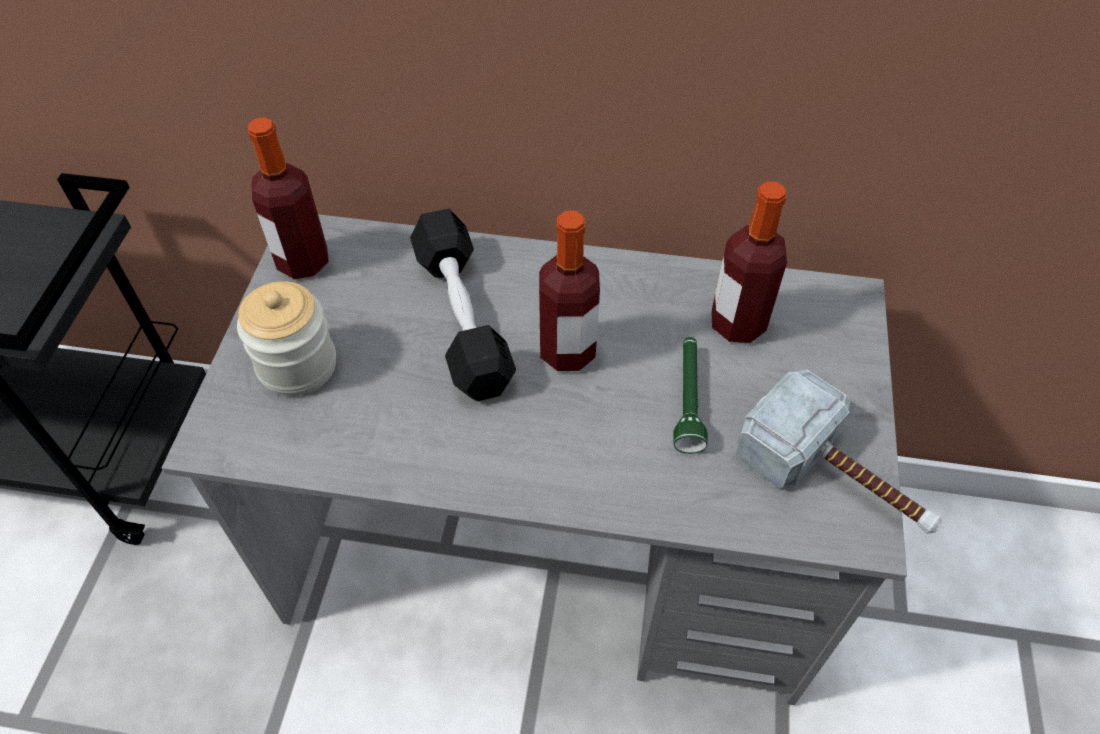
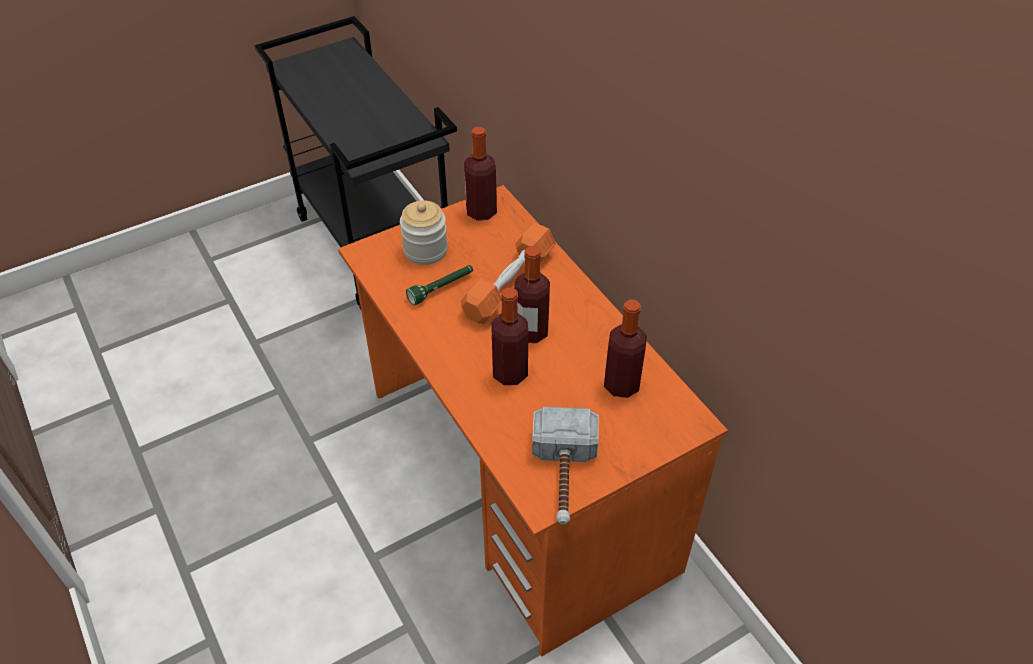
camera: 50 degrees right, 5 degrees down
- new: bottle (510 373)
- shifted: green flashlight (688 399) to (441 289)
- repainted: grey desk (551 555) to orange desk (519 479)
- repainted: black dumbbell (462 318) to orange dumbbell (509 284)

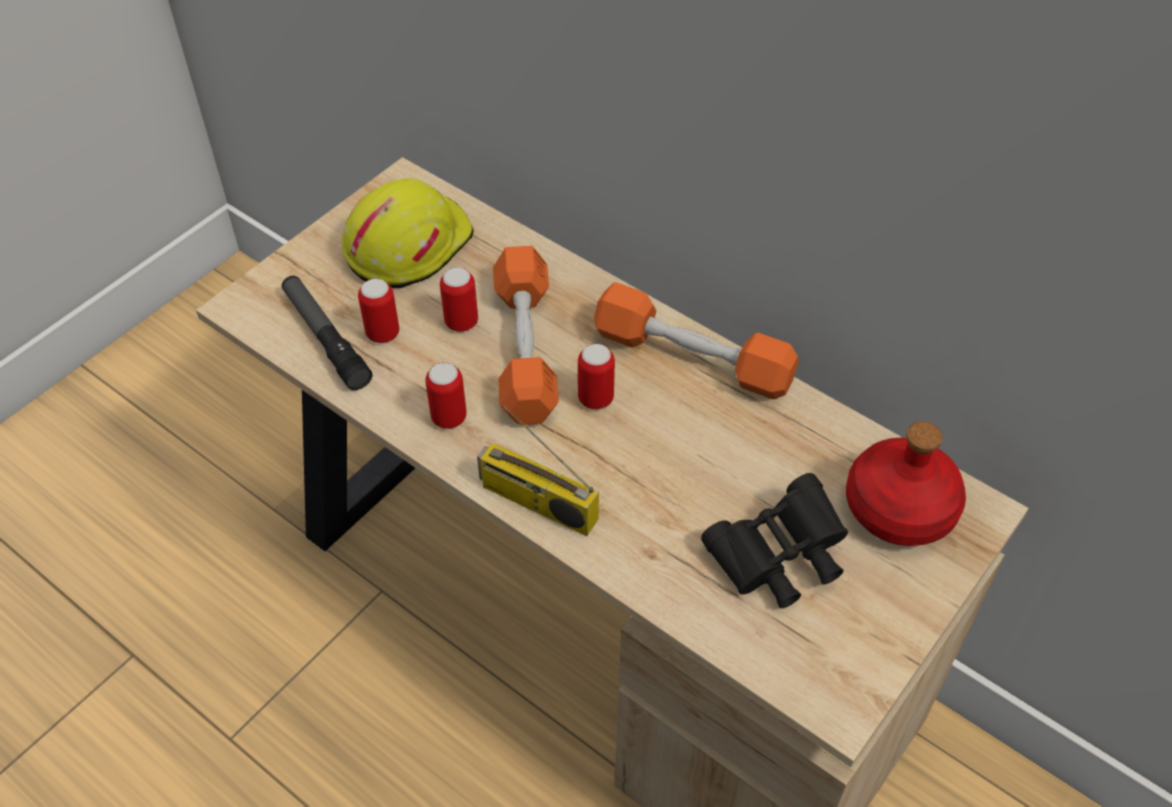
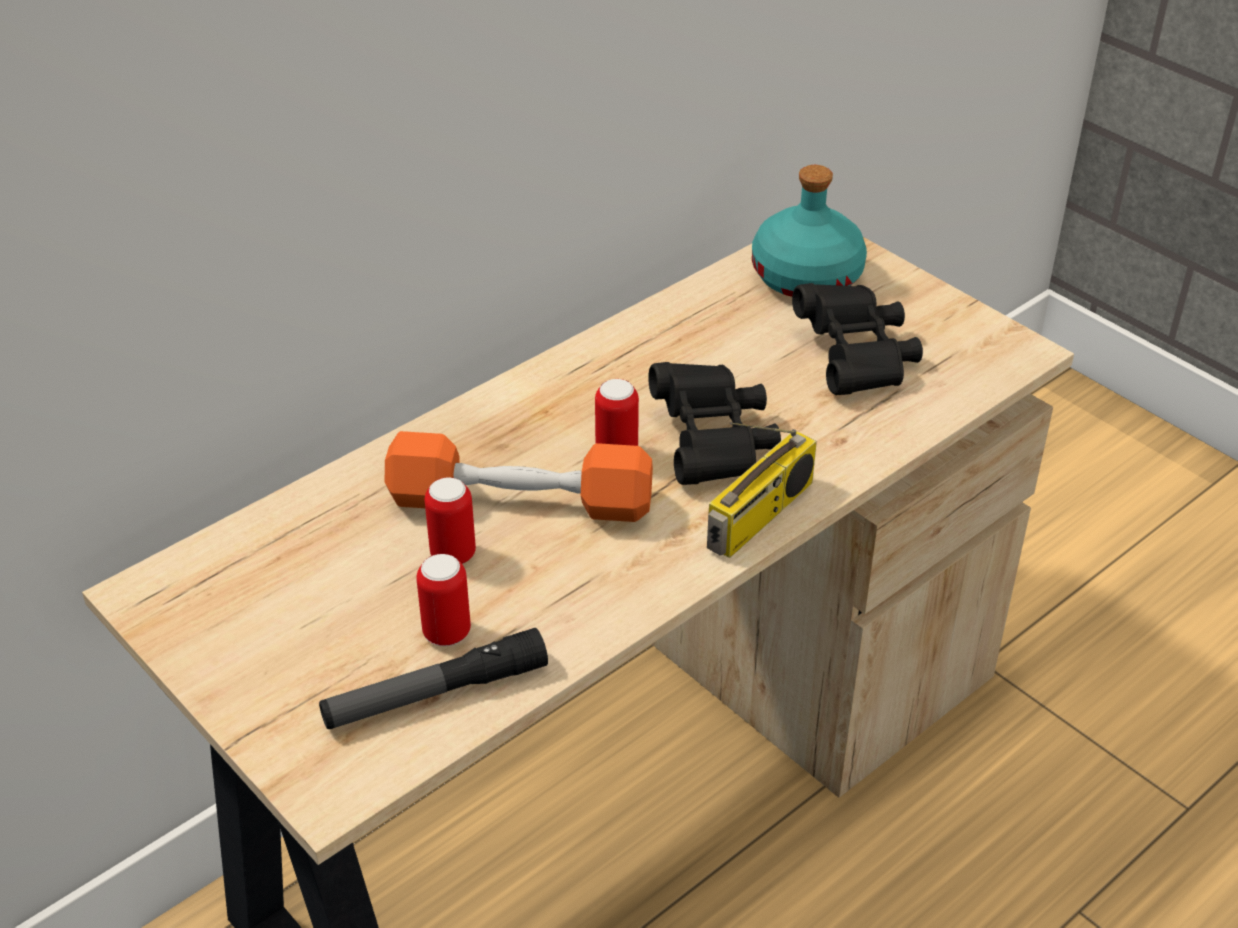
camera: 80 degrees left, 10 degrees down
- gone: yellow hard hat (406 244)
- gone: can (449 418)
- gone: orange dumbbell (692 358)
- new: black binoculars (713 443)
- repainted: red bottle (900 510) to turquoise bottle (808 277)

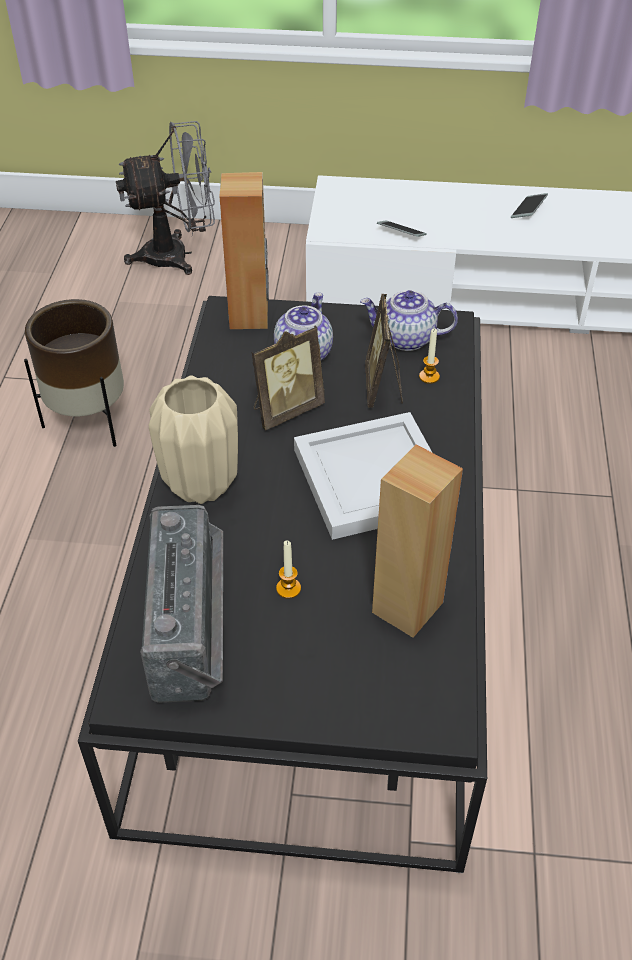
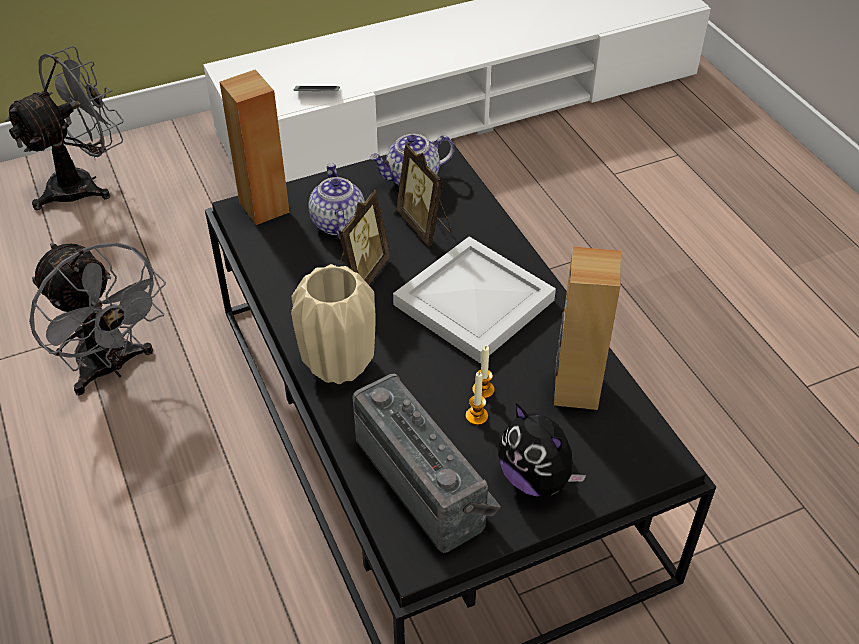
camera: 30 degrees left, 0 degrees up
- gone: phone (528 210)
- new: plush toy (536 478)
- shifted: candle (429 377) to (483 390)
- swapped: brown planter (90 421) to grey fan (111 368)

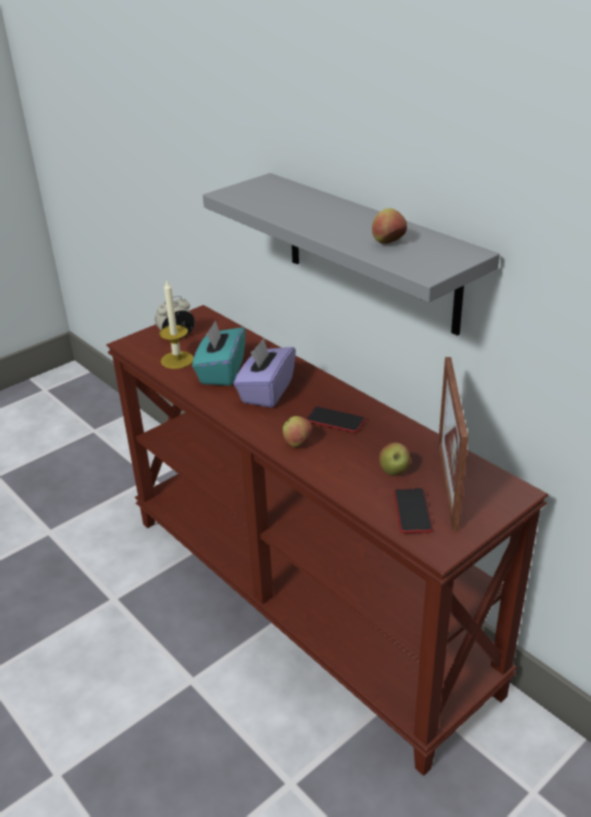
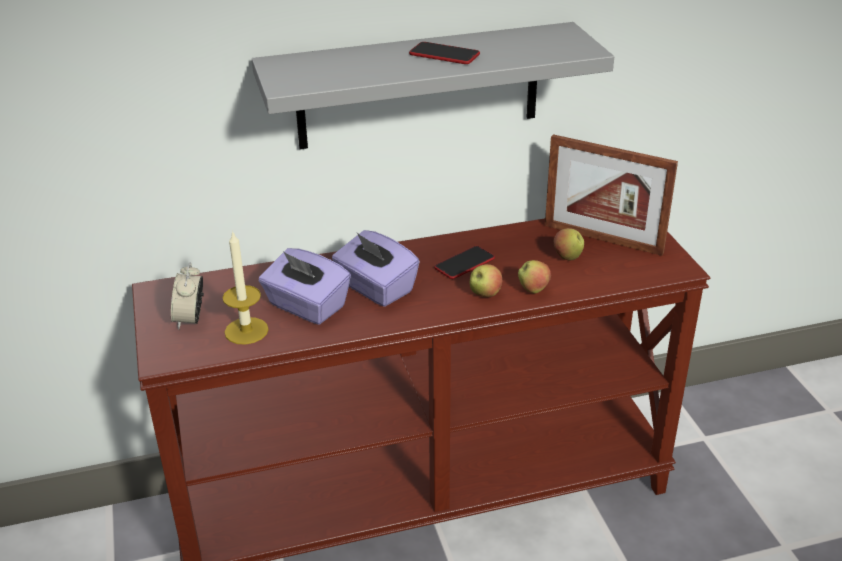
camera: 65 degrees left, 0 degrees up
- shifted: apple (388 243) to (533 290)
- shifted: phone (412 511) to (444 54)
- repainted: turquoise tissue box (221 372) to purple tissue box (306 306)

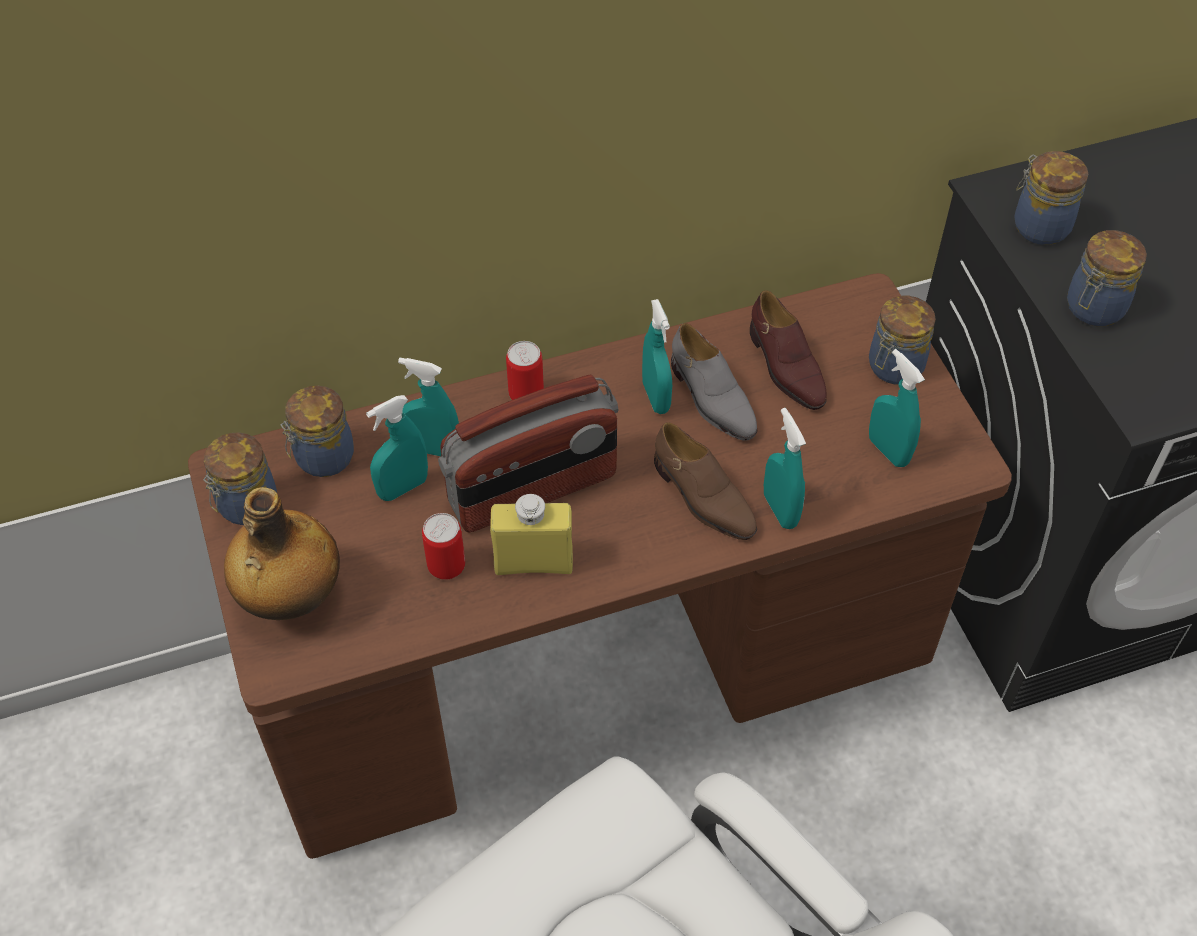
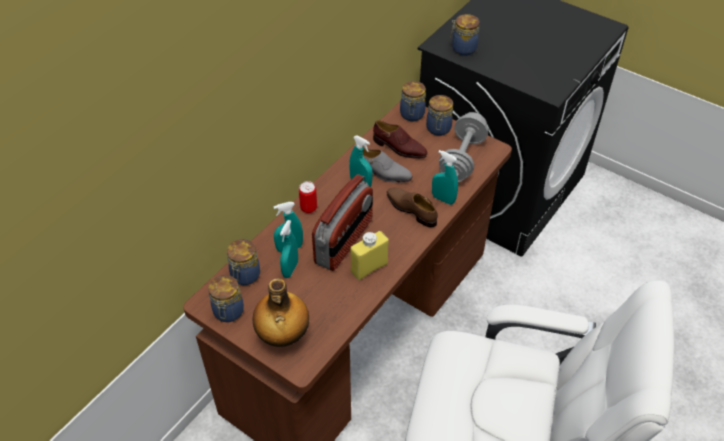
camera: 35 degrees left, 5 degrees down
- gone: can (446 566)
- shifted: jar (1093 309) to (412 115)
- swapped: turquoise spray bottle (888 450) to grey dumbbell (462 159)
- rotated: brown shoe (703 497) = (411 210) 150 degrees counterclockwise

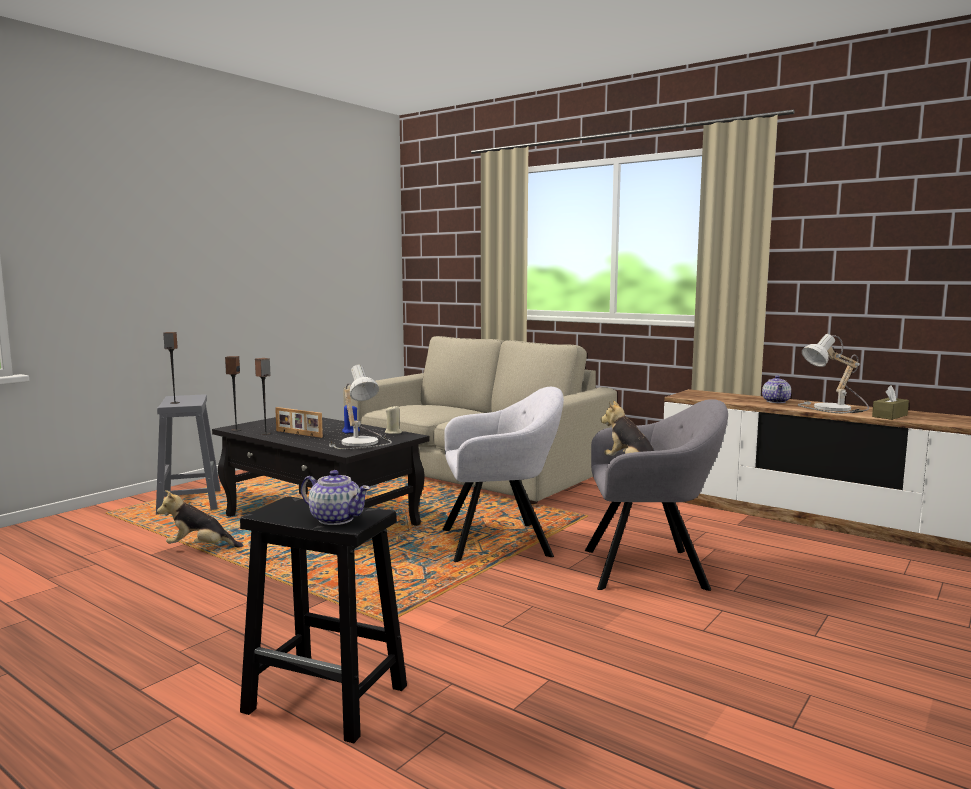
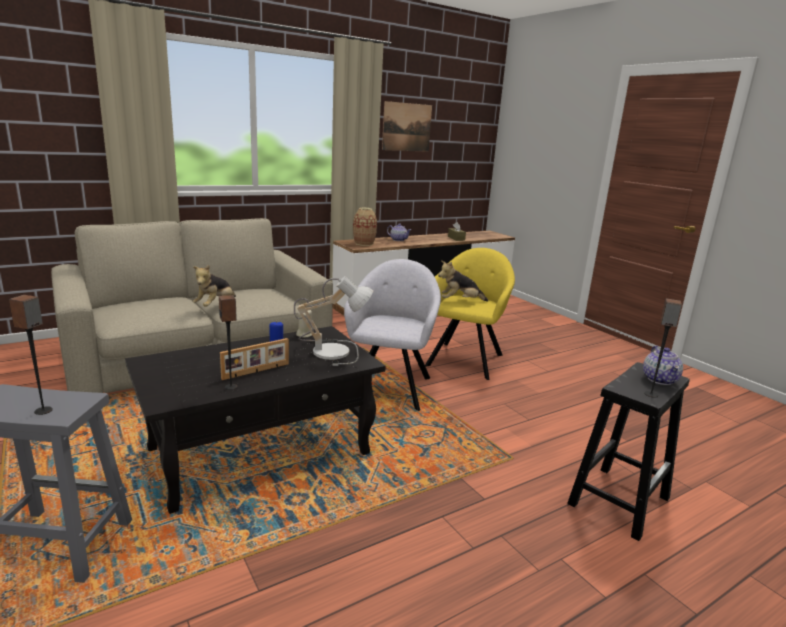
camera: 70 degrees left, 10 degrees up
- gone: table lamp (833 408)
- new: vase (364 243)
- new: picture (407 127)
- shifted: plush toy (200 548) to (215 305)
- shifted: speaker (236 430) to (651 394)
- repainted: grey armchair (650 568) to yellow armchair (466 358)
- rotated: teapot (336 519) = (660 379) 135 degrees clockwise

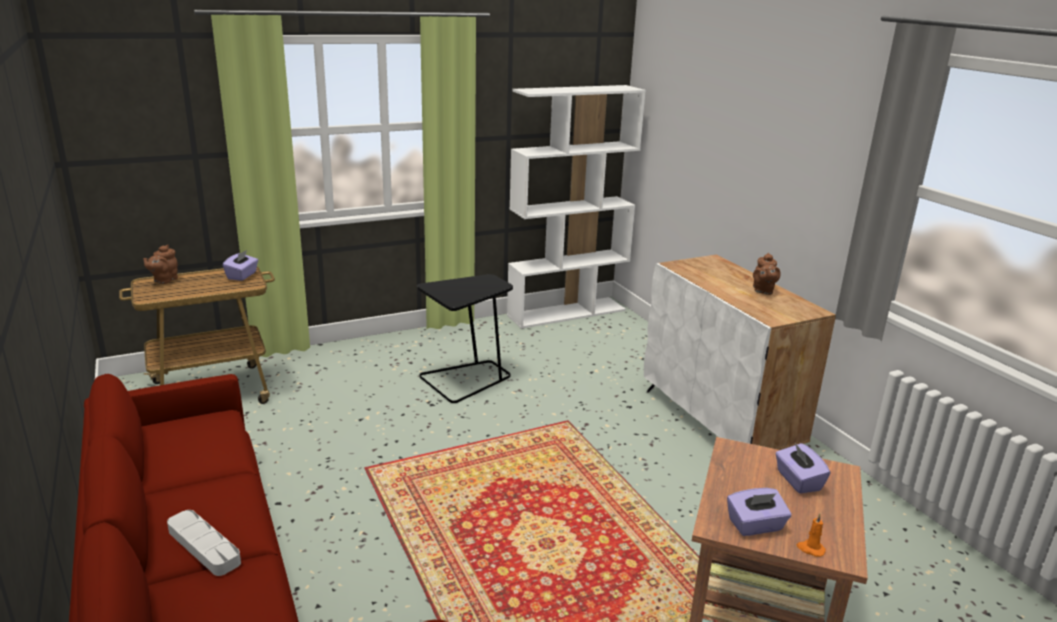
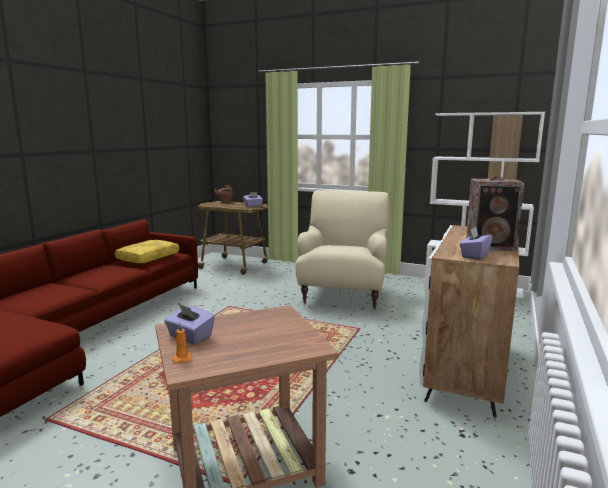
camera: 50 degrees right, 10 degrees down
- gone: grey tray (204 546)
- new: yellow pillow (148 257)
- shifted: purple tissue box (798 481) to (474 255)
- swapped: black side table (466 380) to beige armchair (344 295)
- swapped: brown teapot (763 291) to speaker (492 246)

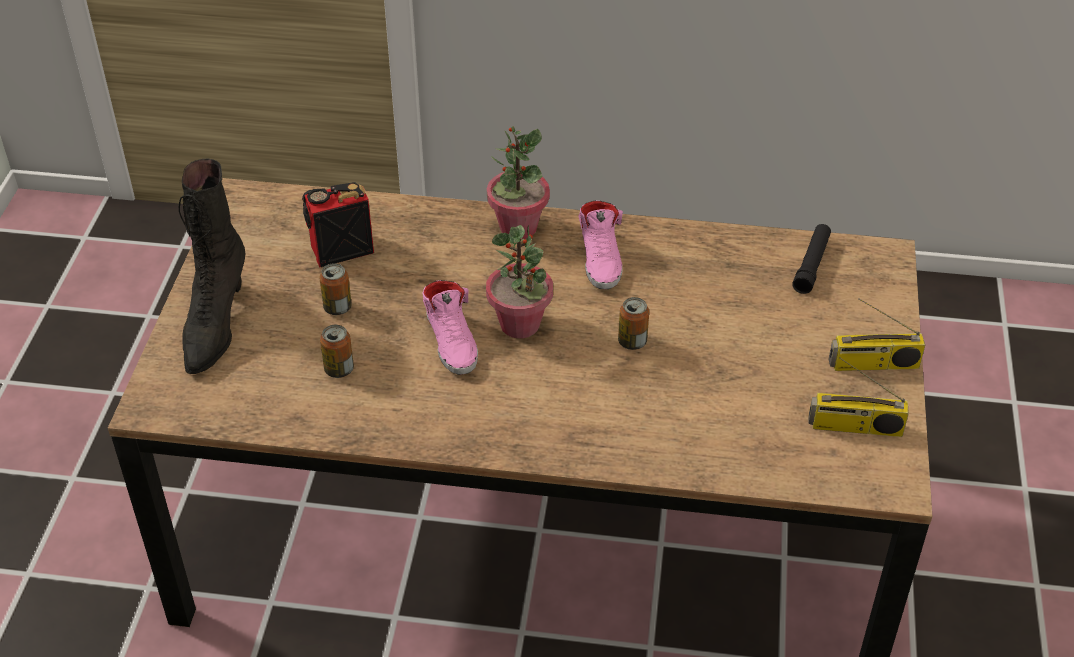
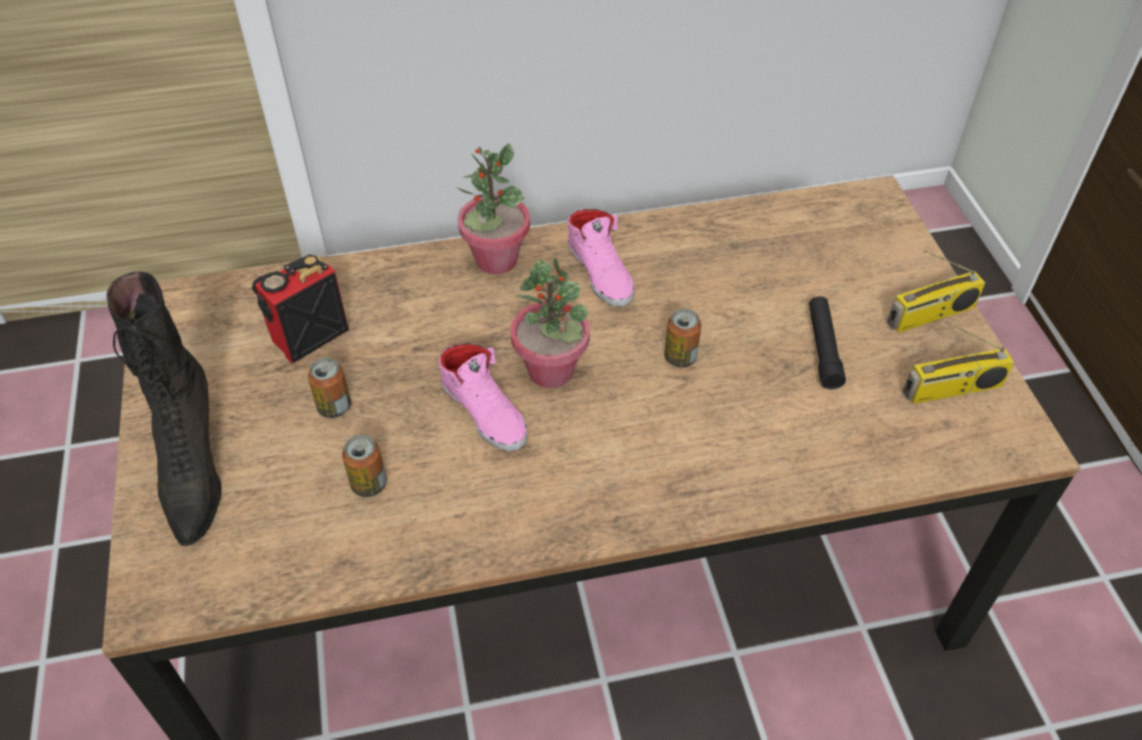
camera: 20 degrees left, 5 degrees up
- shifted: black flashlight (811 264) to (823 348)

